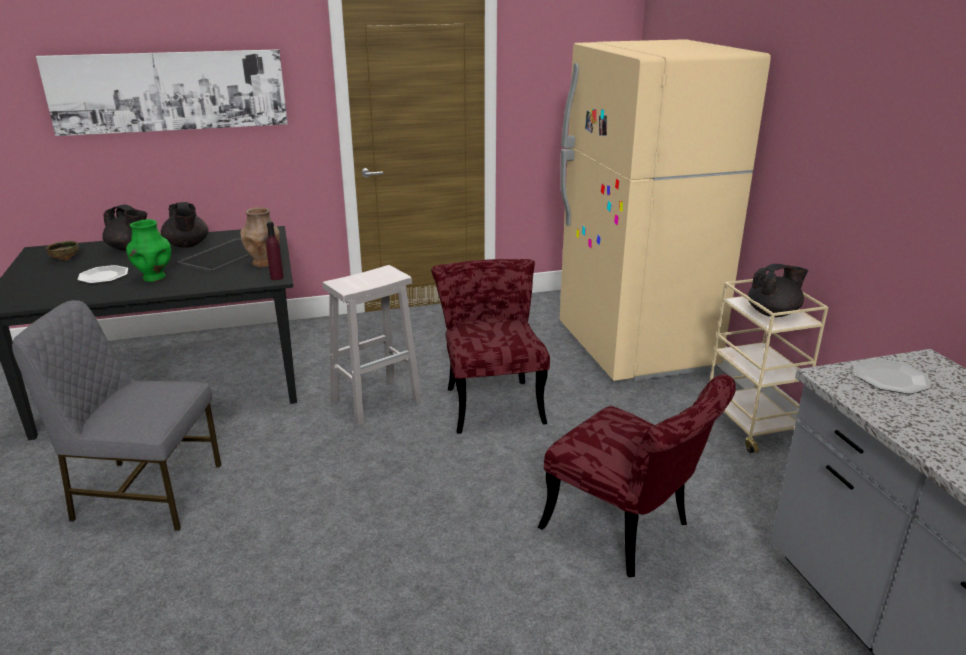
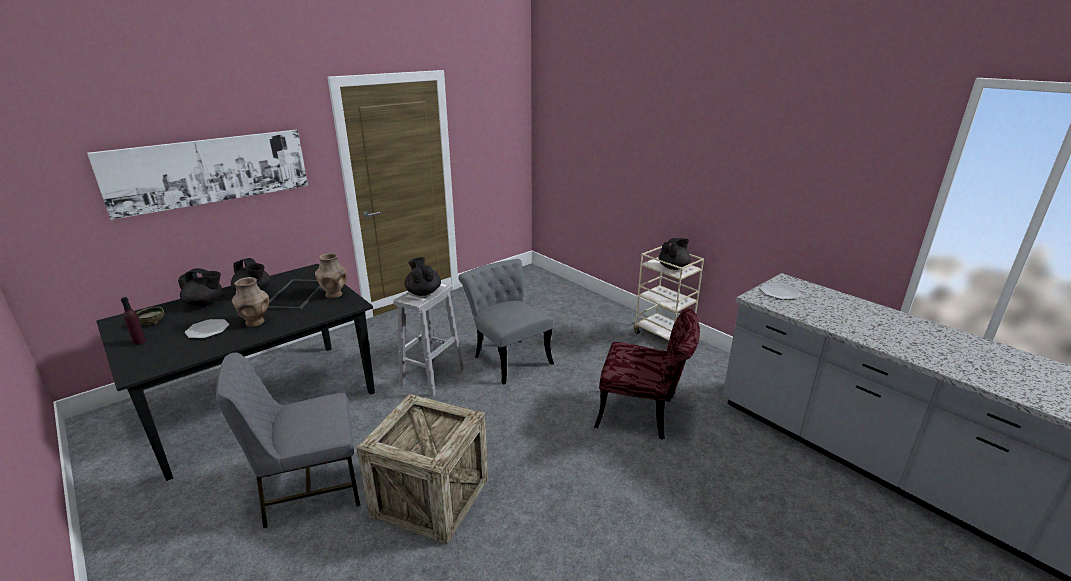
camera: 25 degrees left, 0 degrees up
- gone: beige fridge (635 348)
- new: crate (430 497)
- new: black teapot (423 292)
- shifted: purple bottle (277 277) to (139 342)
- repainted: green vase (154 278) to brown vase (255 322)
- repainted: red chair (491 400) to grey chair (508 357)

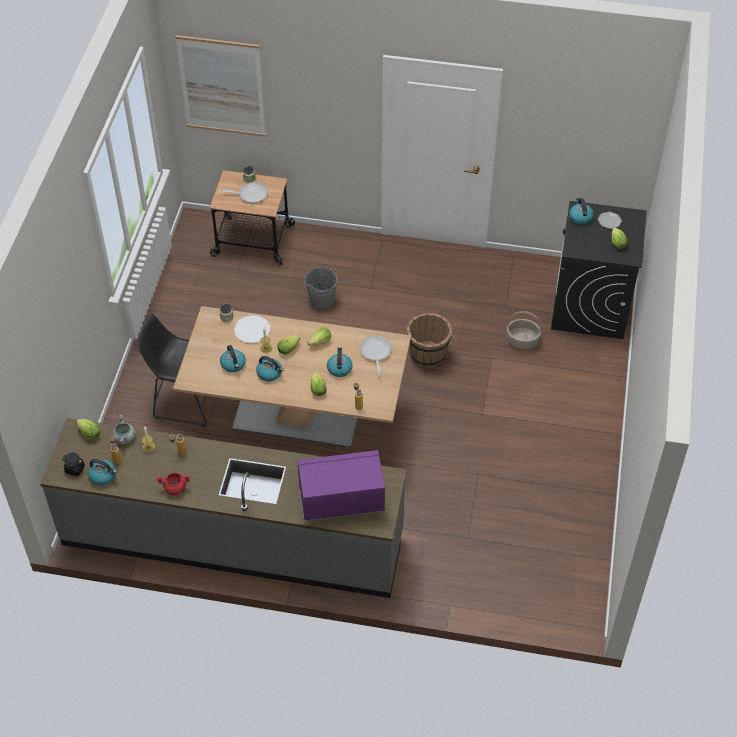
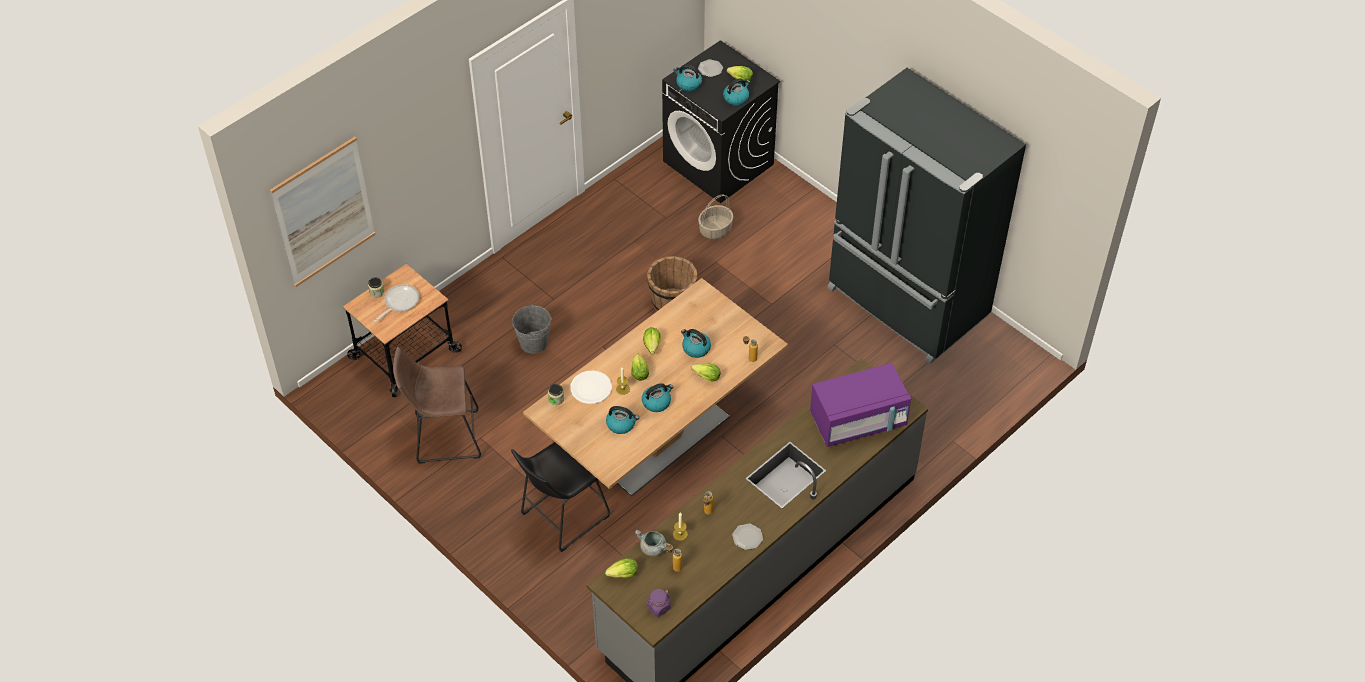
camera: 55 degrees left, 0 degrees up
- gone: frying pan (375 353)
- new: brown stool (443 436)
- new: black fridge (906 303)
- shifted: kettle (103 476) to (736 98)
- swapped: red cooking pot (175 488) to plate (747 537)
- repainted: black jar (74 469) to purple jar (658 607)
- rotated: purple microwave (341 499) = (858 421) 135 degrees counterclockwise

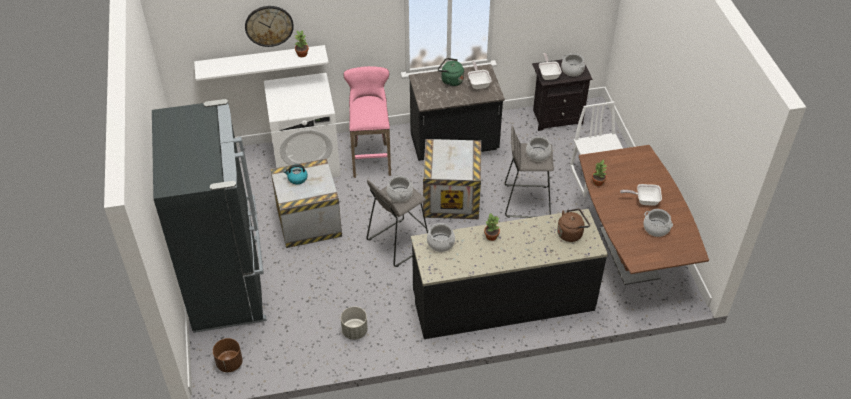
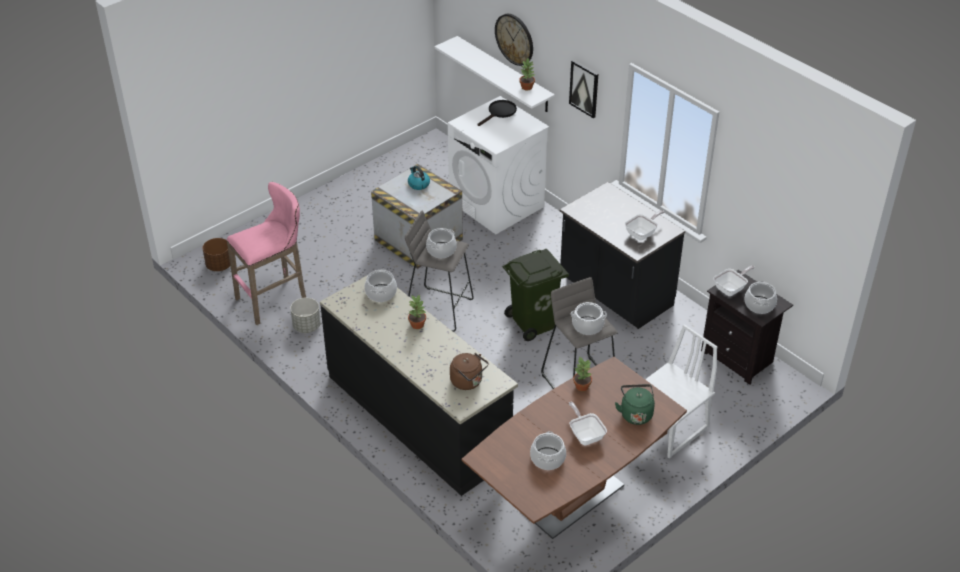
camera: 60 degrees right, 5 degrees down
- gone: black fridge (228 283)
- new: black frying pan (499 112)
- new: picture (584 88)
- shifted: pink stool (371 158) to (275 299)
- shifted: green kettle (450 80) to (635 413)
- swapped: crate (452 198) to green trash can (534 323)

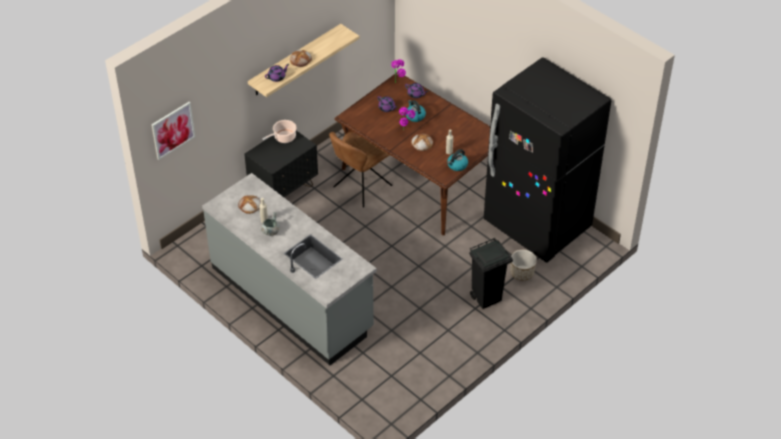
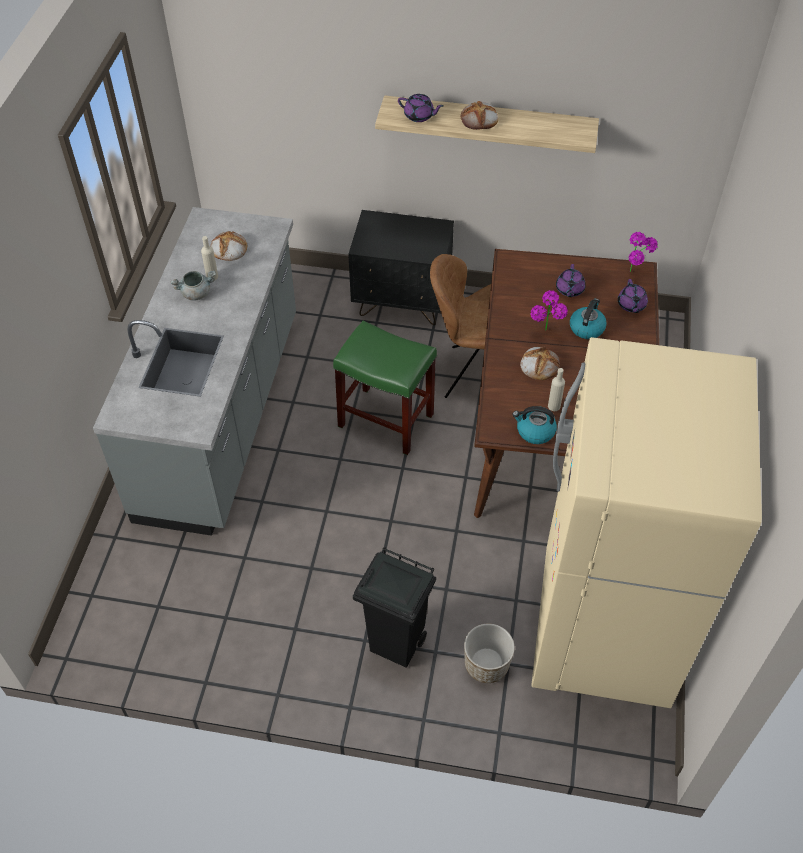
camera: 55 degrees right, 5 degrees up
- gone: picture (173 130)
- gone: cooking pot (283 138)
- new: green stool (384 420)
- repainted: black fridge (537 225) to beige fridge (603 628)

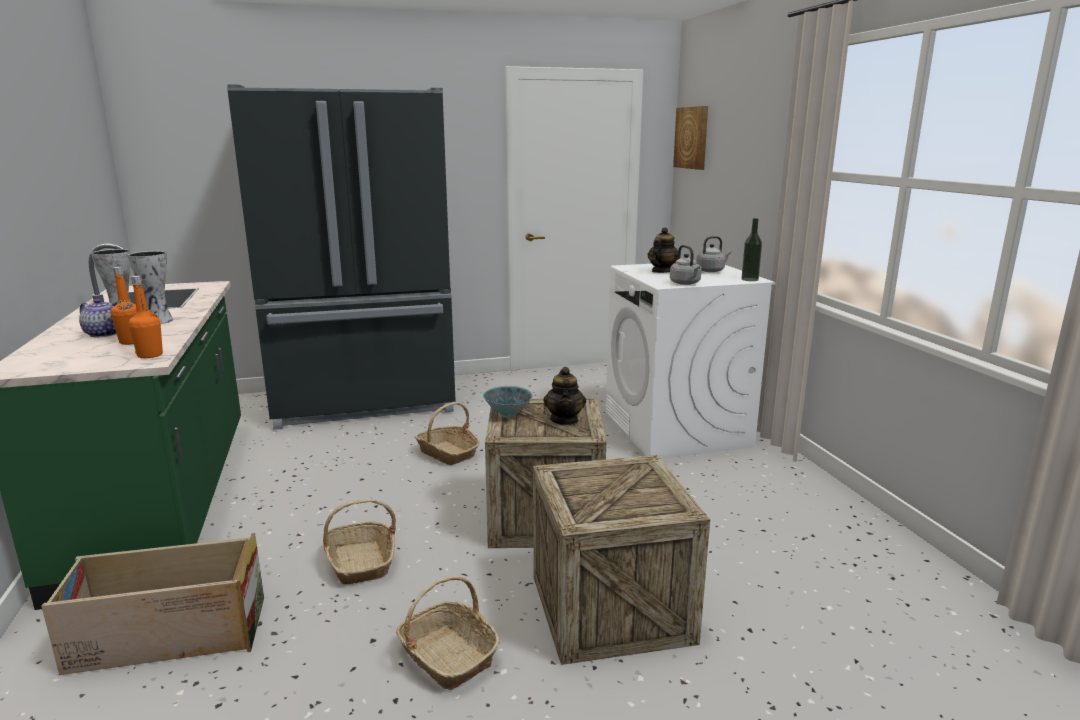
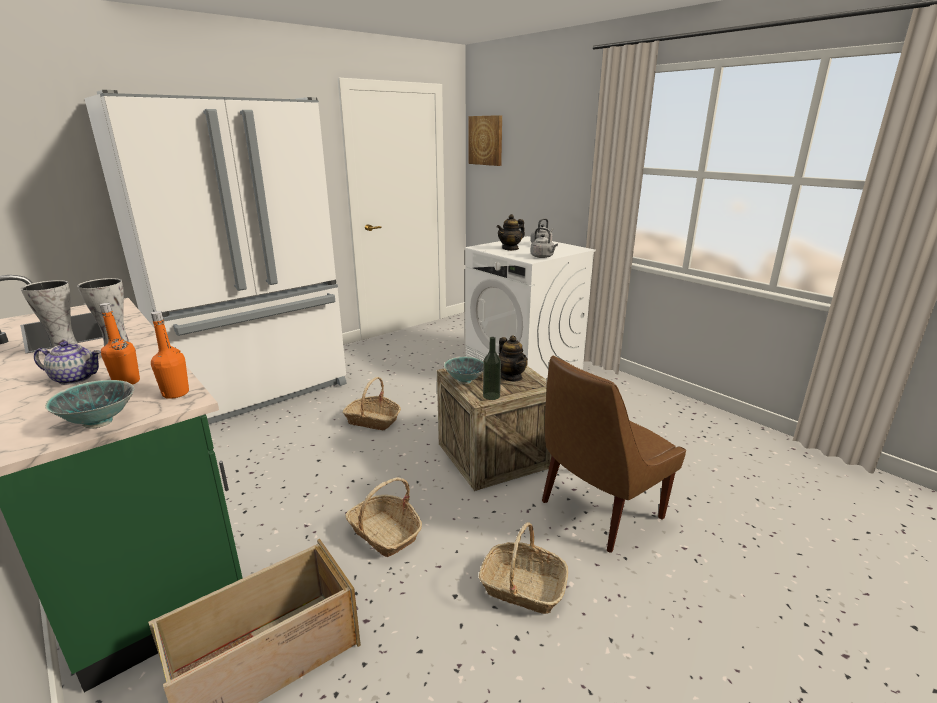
camera: 25 degrees left, 5 degrees up
- new: bowl (98 422)
- shifted: bottle (749 279) to (491 396)
- swapped: crate (610 609) to brown chair (597 511)
- repainted: black fridge (365 402) to white fridge (258 390)
- rotated: teapot (662 271) = (510 248) 135 degrees counterclockwise

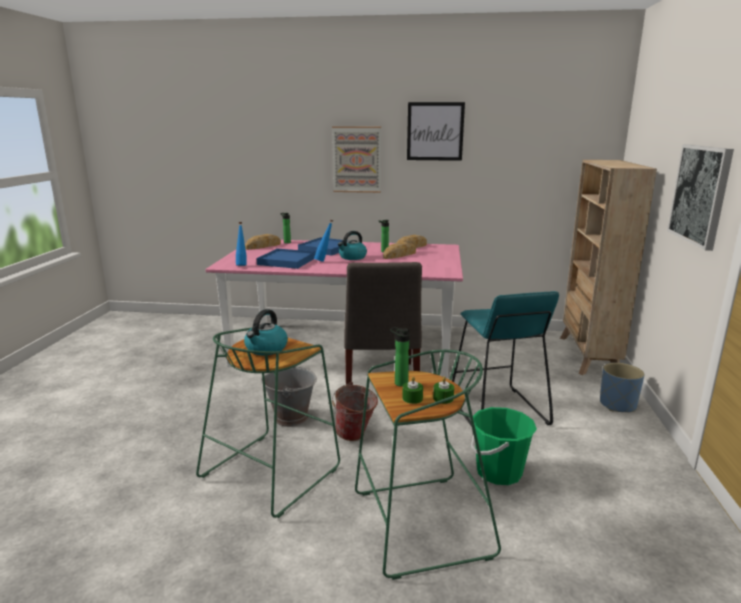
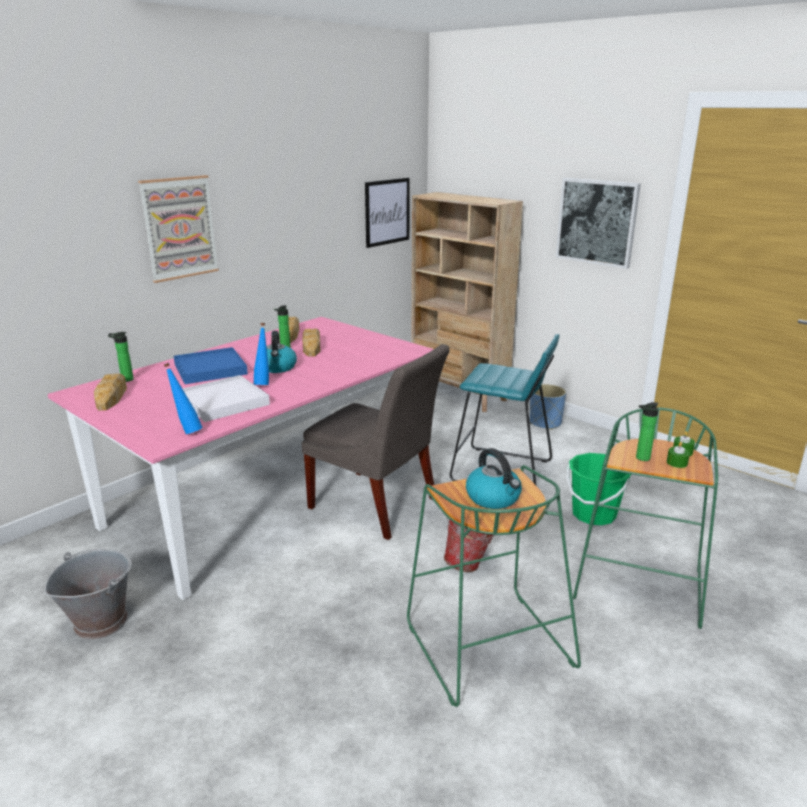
camera: 55 degrees left, 5 degrees up
- shifted: grey bucket (291 417) to (101 621)
- shifted: picture (435 131) to (387 212)
- repainted: blue tray (287 261) to white tray (224 402)

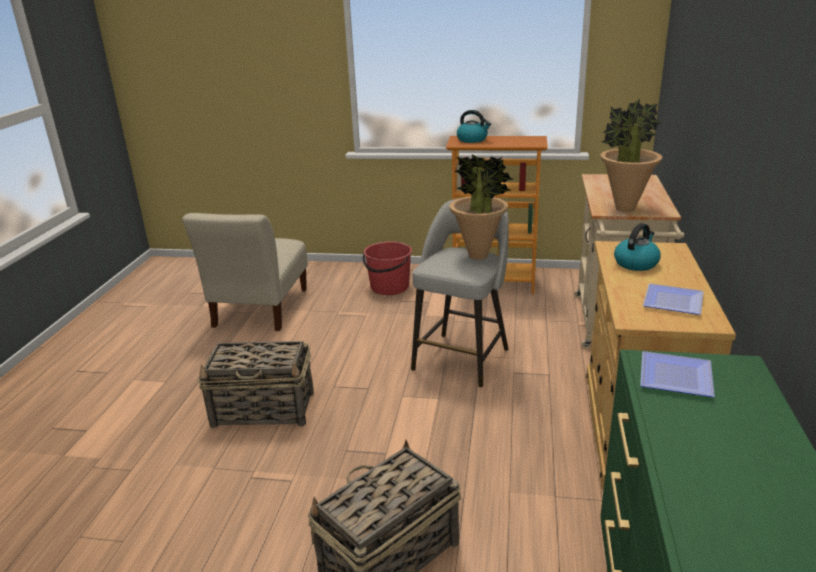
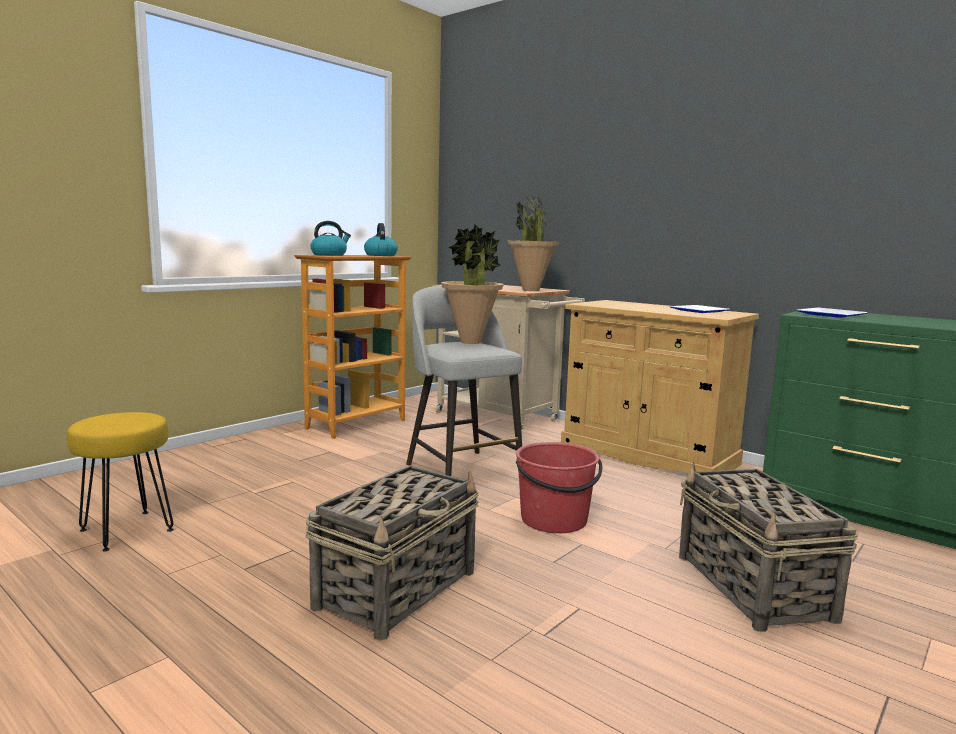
camera: 60 degrees left, 15 degrees down
- shifted: red bucket (389 287) to (554 520)
- shifted: kettle (636 263) to (380 255)
- swapped: beige chair (259 310) to yellow stool (126 530)

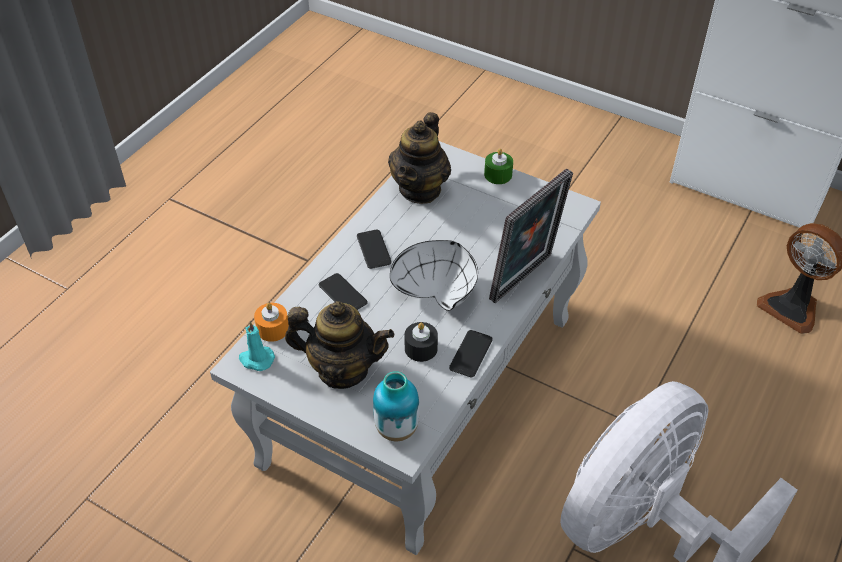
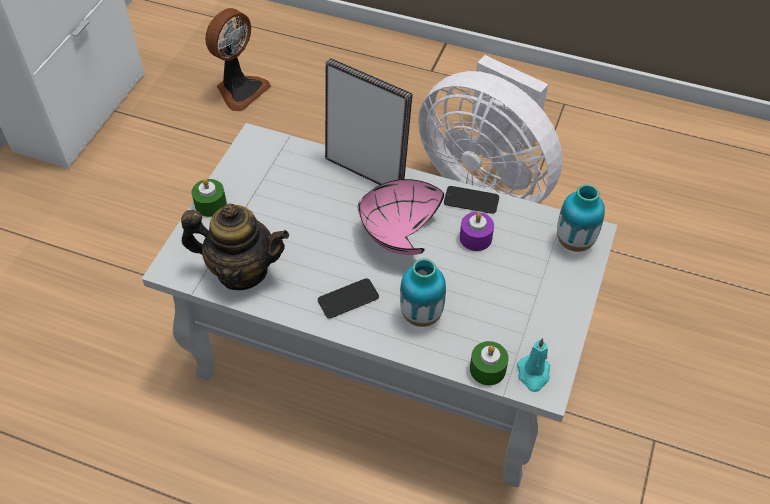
camera: 100 degrees left, 5 degrees up
- gone: teapot (342 369)
- swapped: phone (342 294) to vase (421 315)
- repainted: orange candle (273 329) to green candle (487 369)
- repainted: white bowl (437 290) to pink bowl (396 235)
- repainted: black candle (421 348) to purple candle (475 238)

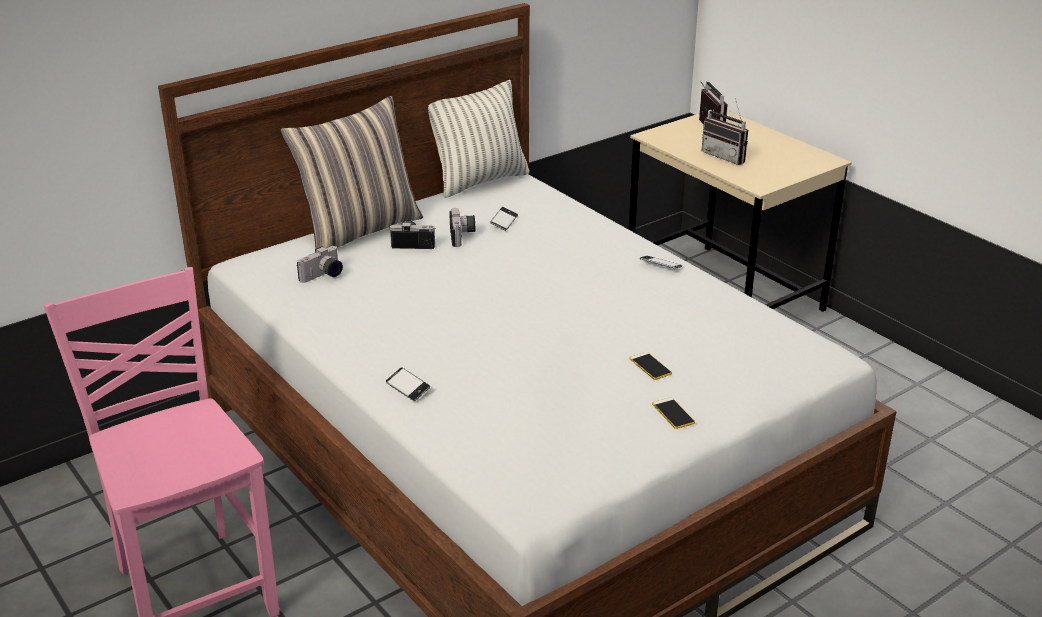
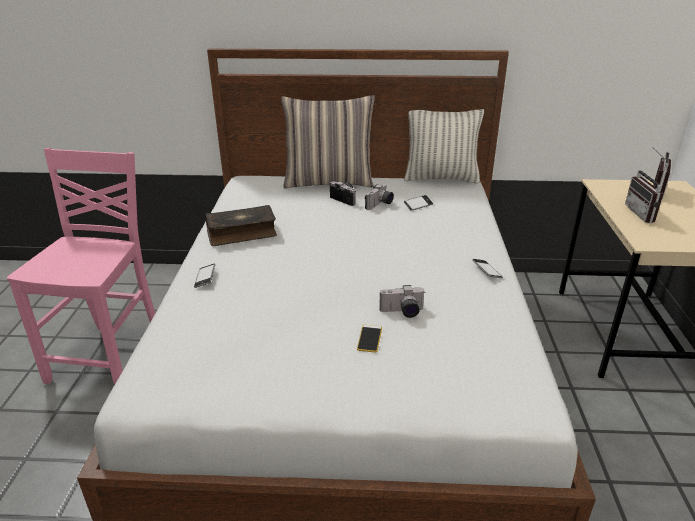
camera: 40 degrees right, 0 degrees up
- gone: phone (673 413)
- new: book (241 233)
- shifted: photo camera (323 276) to (402 312)

